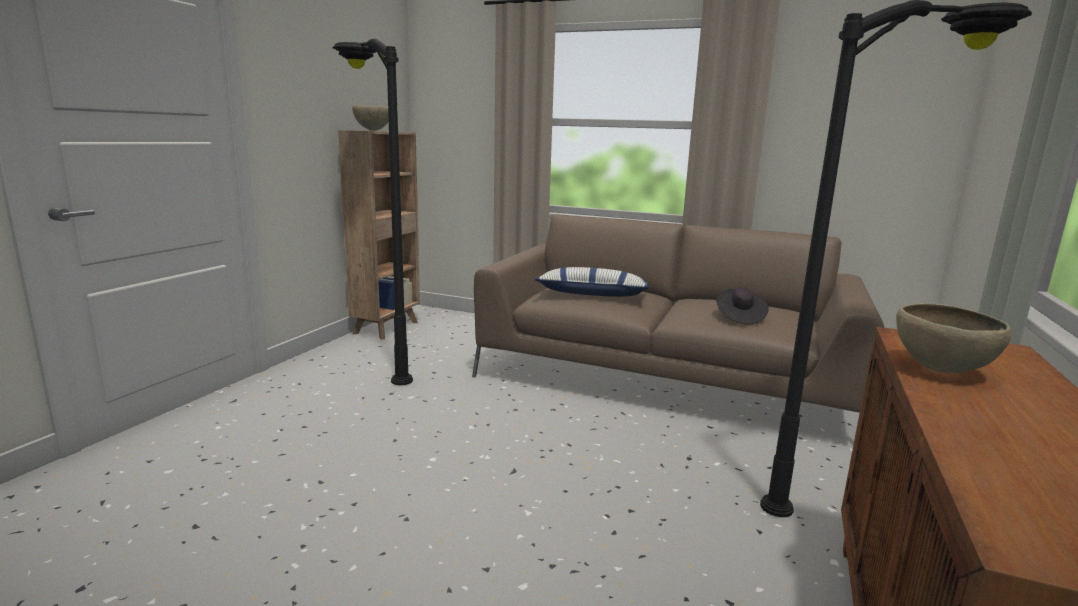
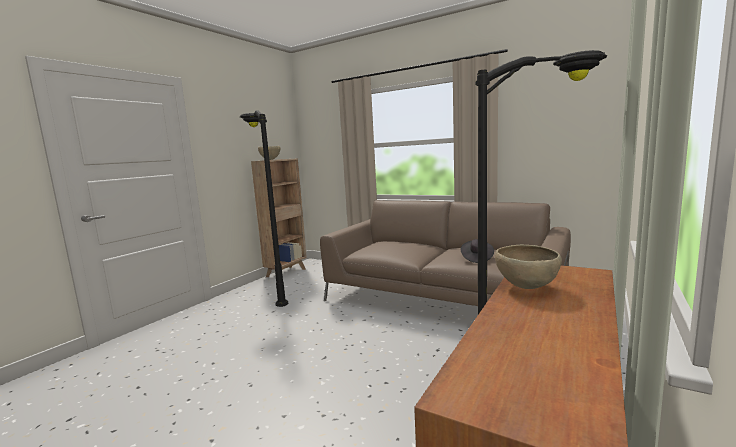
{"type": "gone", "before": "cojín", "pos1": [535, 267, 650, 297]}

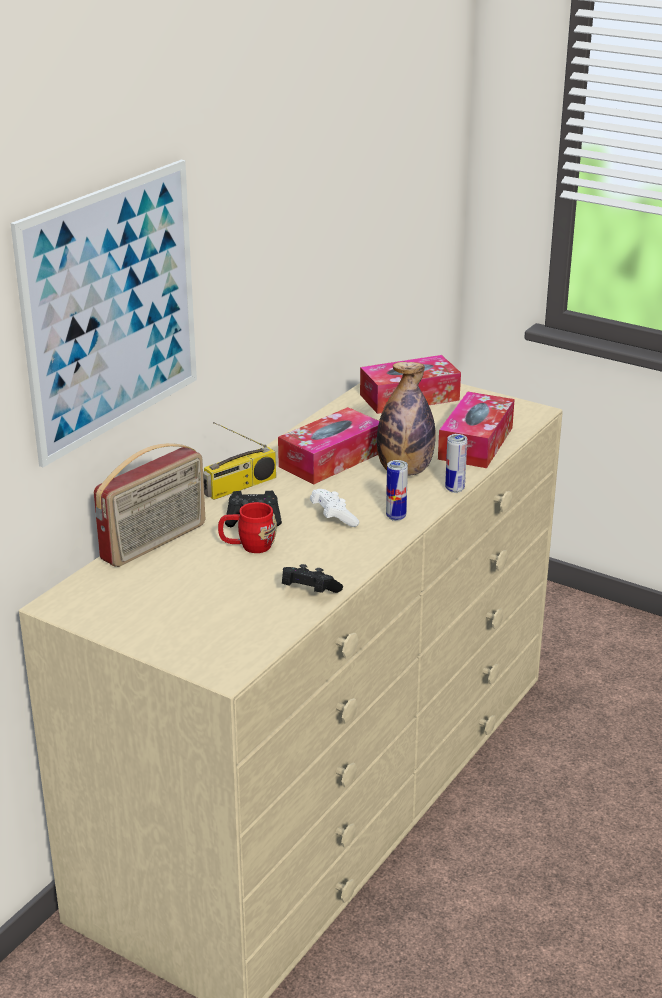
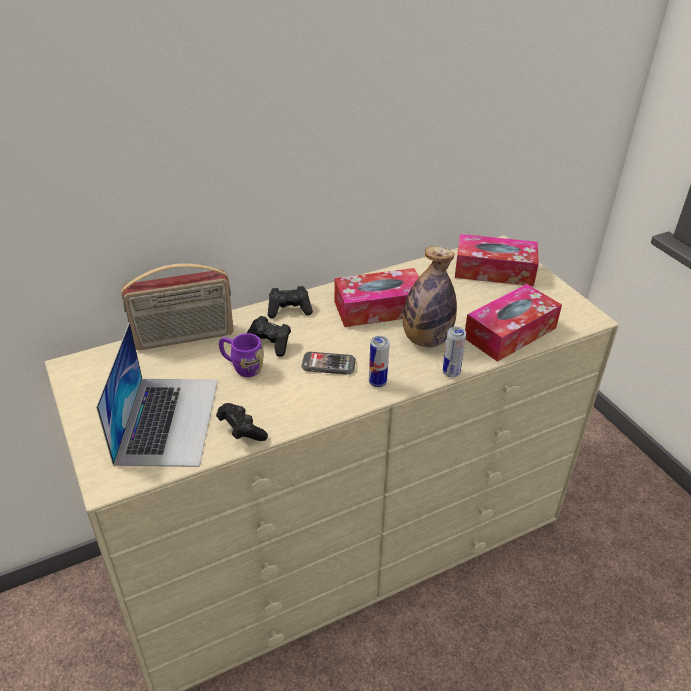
{"type": "gone", "before": "cuadro", "pos1": [11, 160, 197, 467]}
{"type": "new", "after": "portátil", "pos2": [96, 323, 218, 467]}
{"type": "swapped", "before": "radio", "after": "mando de consola/negro", "pos1": [203, 422, 276, 500], "pos2": [268, 286, 313, 318]}
{"type": "swapped", "before": "mando de consola/blanco", "after": "móvil", "pos1": [310, 489, 359, 527], "pos2": [301, 352, 356, 375]}
{"type": "repainted", "before": "taza grande/rojo", "after": "taza grande/morado", "pos1": [218, 502, 277, 553], "pos2": [219, 333, 264, 377]}

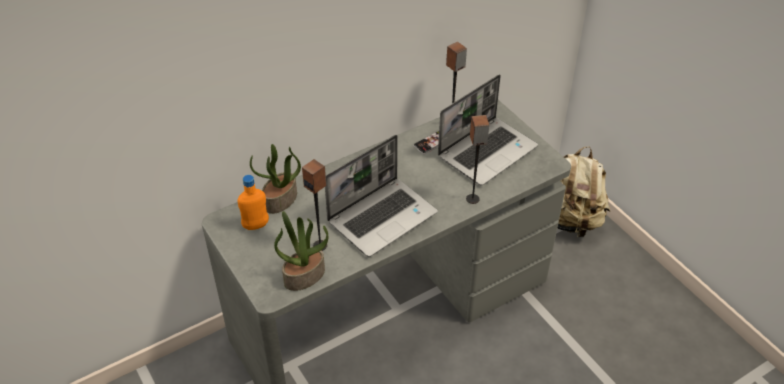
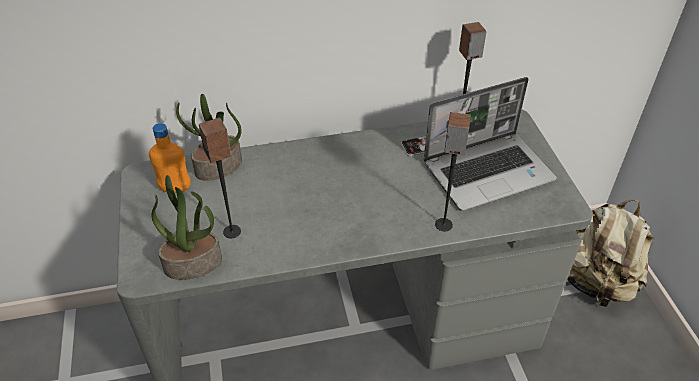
{"type": "gone", "before": "portátil", "pos1": [325, 135, 438, 257]}

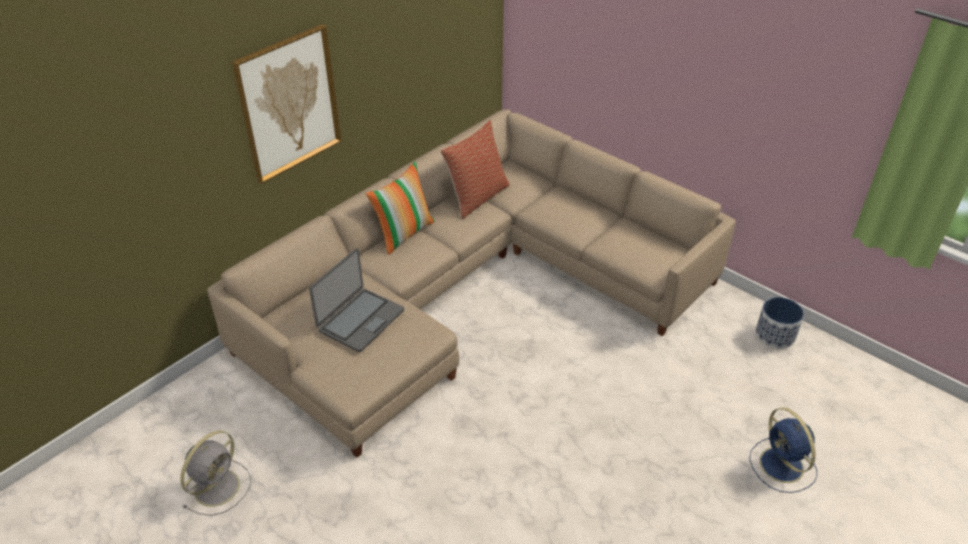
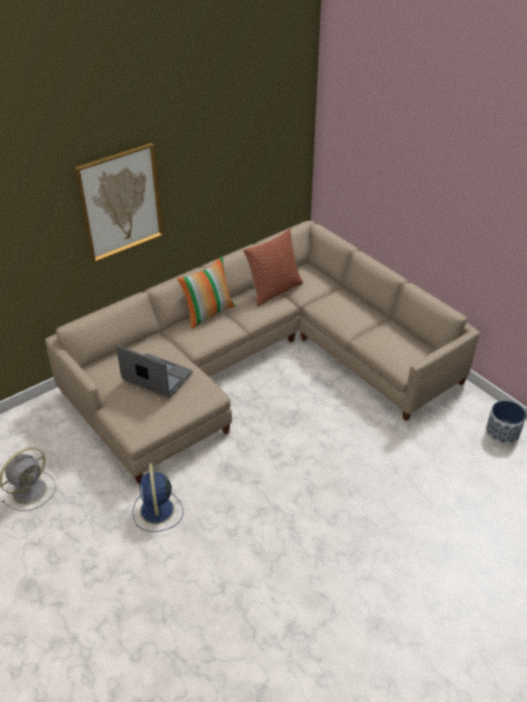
{"type": "shifted", "before": "ventilador/azul", "pos1": [750, 407, 817, 493], "pos2": [133, 463, 183, 532]}
{"type": "rotated", "before": "portátil", "pos1": [309, 248, 404, 352], "pos2": [116, 345, 192, 398], "turn": -105}

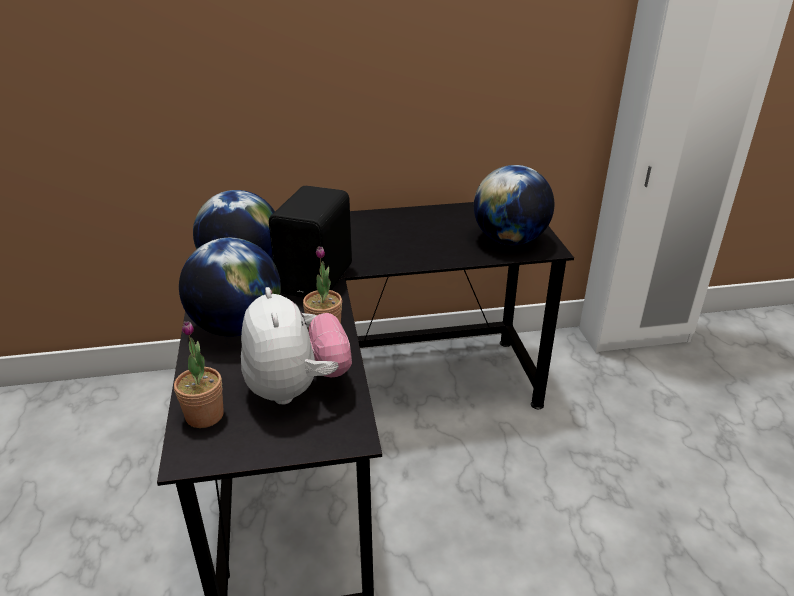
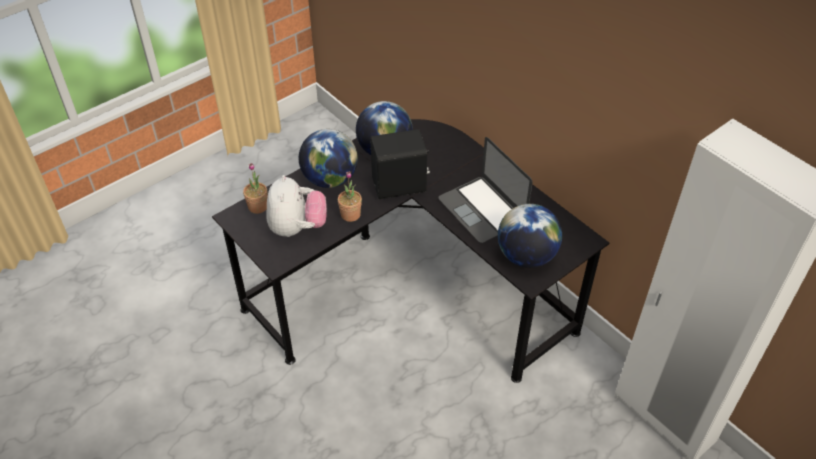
{"type": "new", "after": "portátil", "pos2": [438, 137, 533, 243]}
{"type": "rotated", "before": "peluche", "pos1": [241, 287, 352, 405], "pos2": [266, 175, 327, 237], "turn": -45}

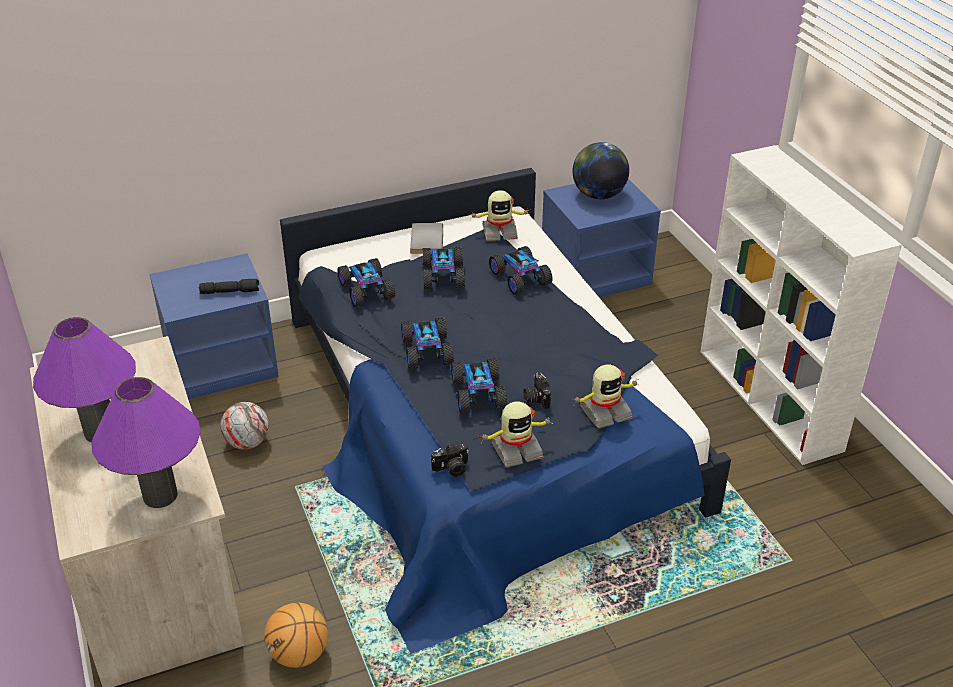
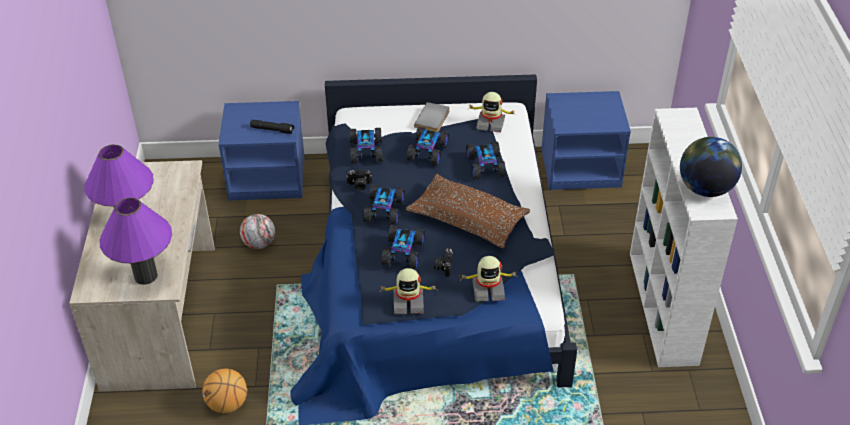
{"type": "new", "after": "cojín/marrón", "pos2": [406, 174, 530, 249]}
{"type": "shifted", "before": "cámara", "pos1": [431, 443, 469, 477], "pos2": [346, 169, 372, 191]}
{"type": "shifted", "before": "globo terráqueo", "pos1": [573, 142, 629, 199], "pos2": [680, 137, 742, 197]}

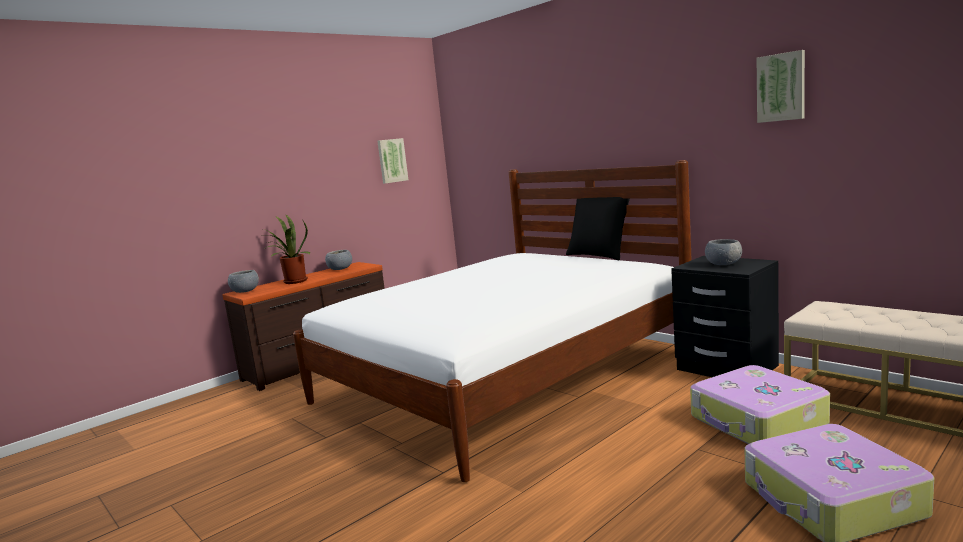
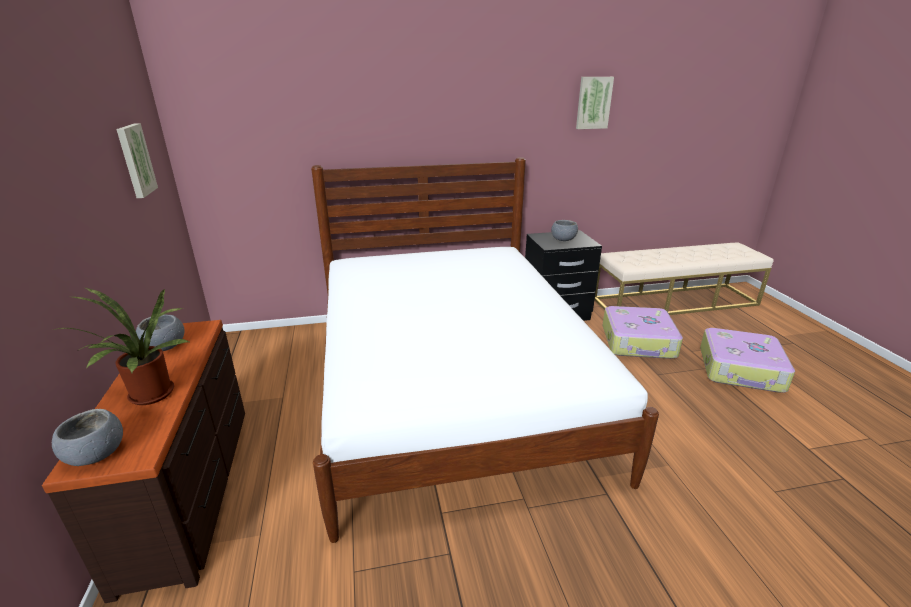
{"type": "gone", "before": "cojín/negro", "pos1": [566, 197, 630, 260]}

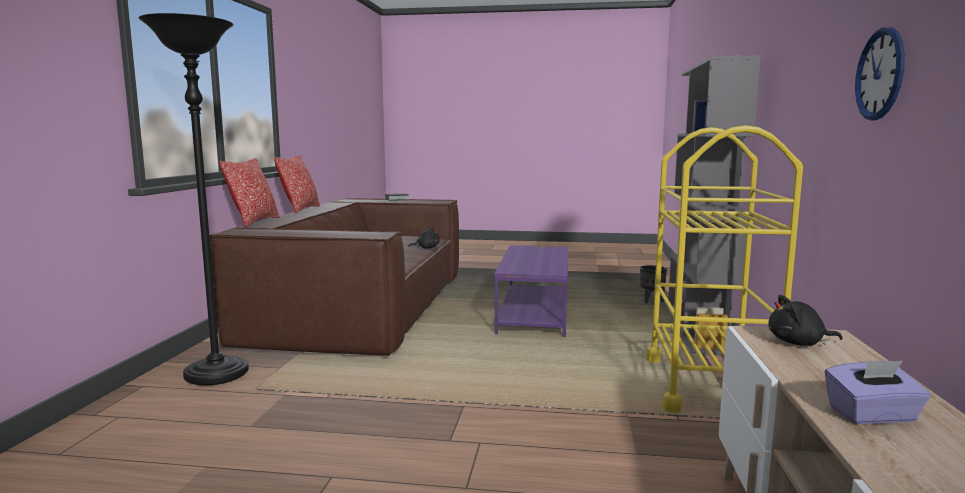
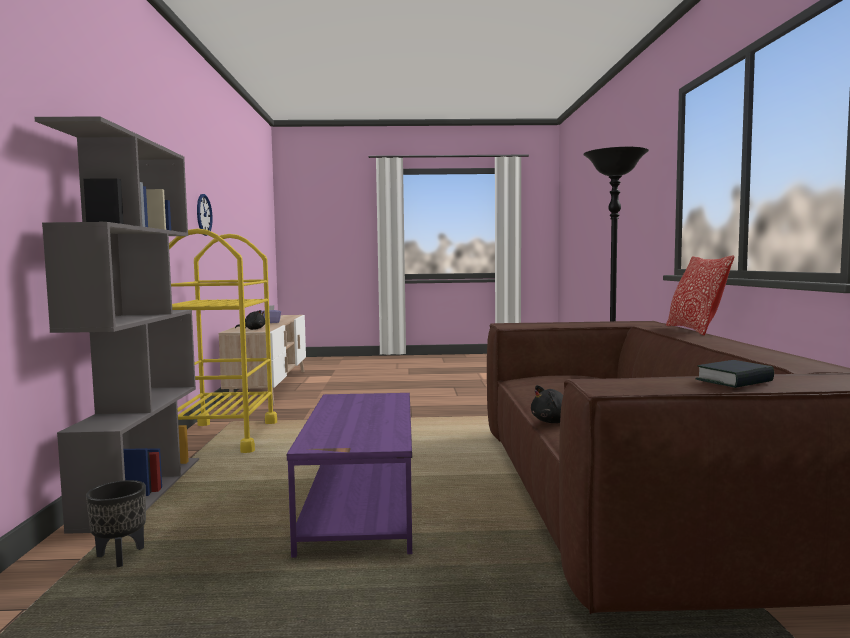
{"type": "gone", "before": "cojín", "pos1": [274, 155, 320, 213]}

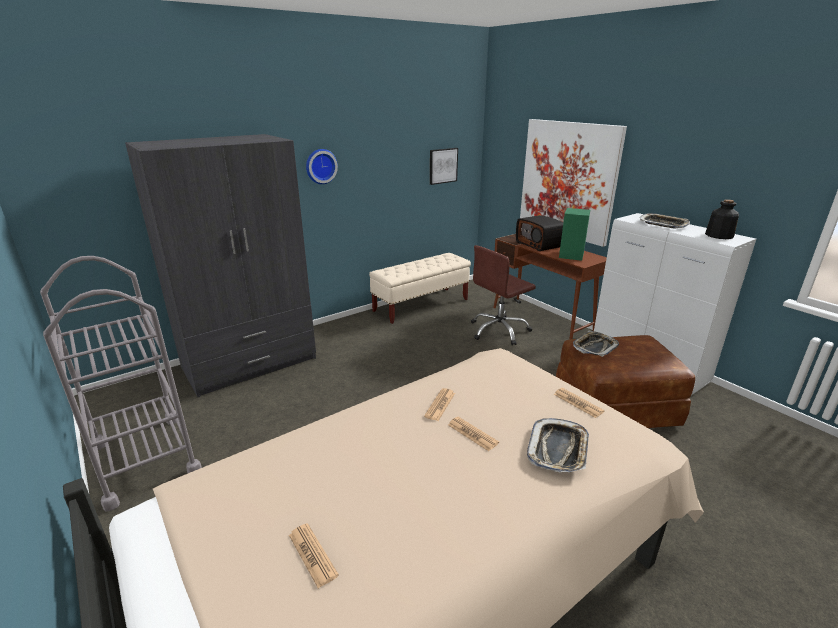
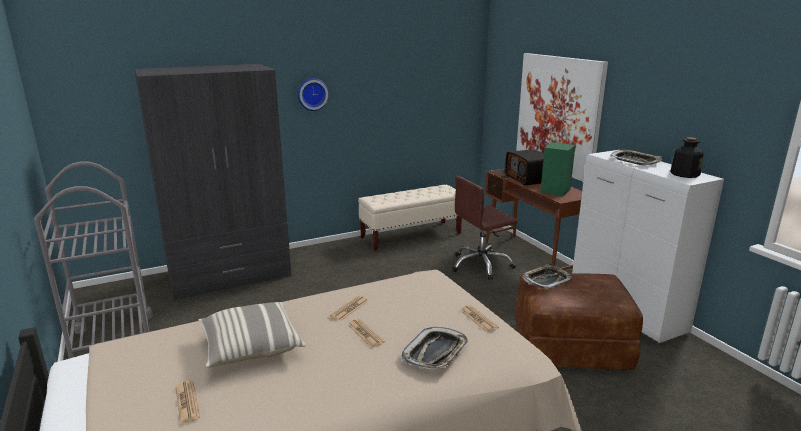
{"type": "gone", "before": "cuadro", "pos1": [430, 148, 458, 185]}
{"type": "new", "after": "cojín", "pos2": [199, 302, 305, 368]}

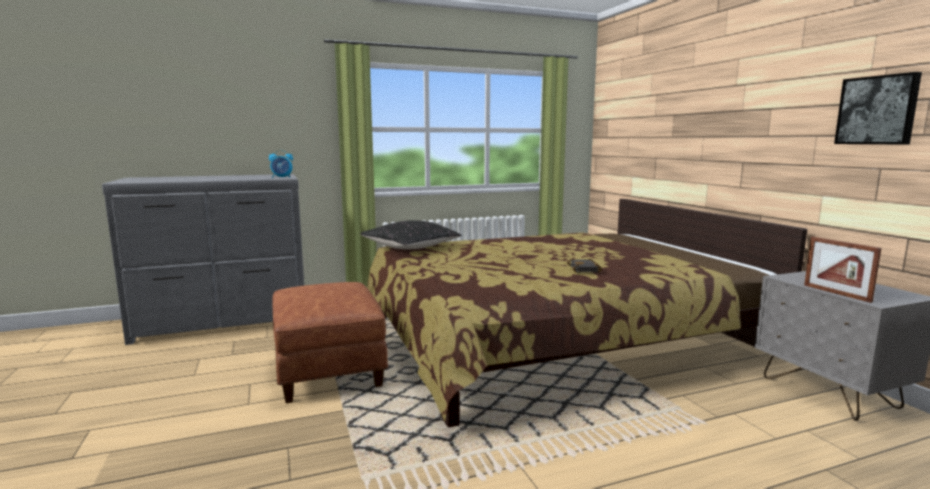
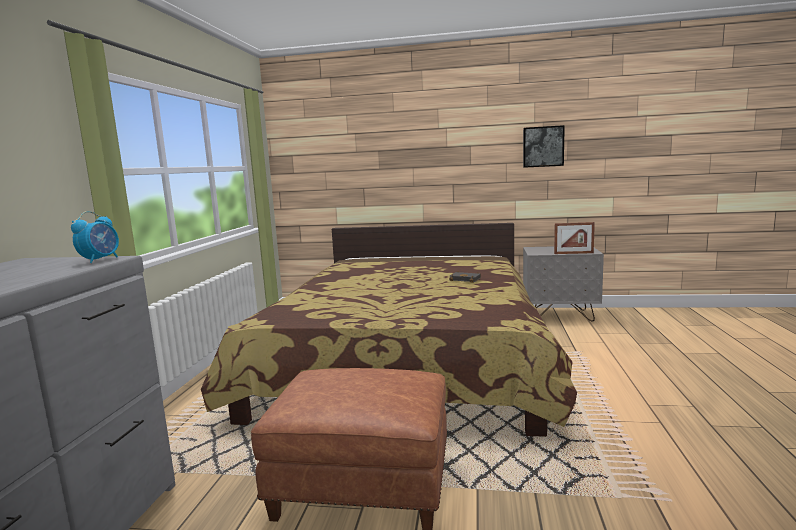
{"type": "gone", "before": "cojín/negro", "pos1": [360, 220, 462, 249]}

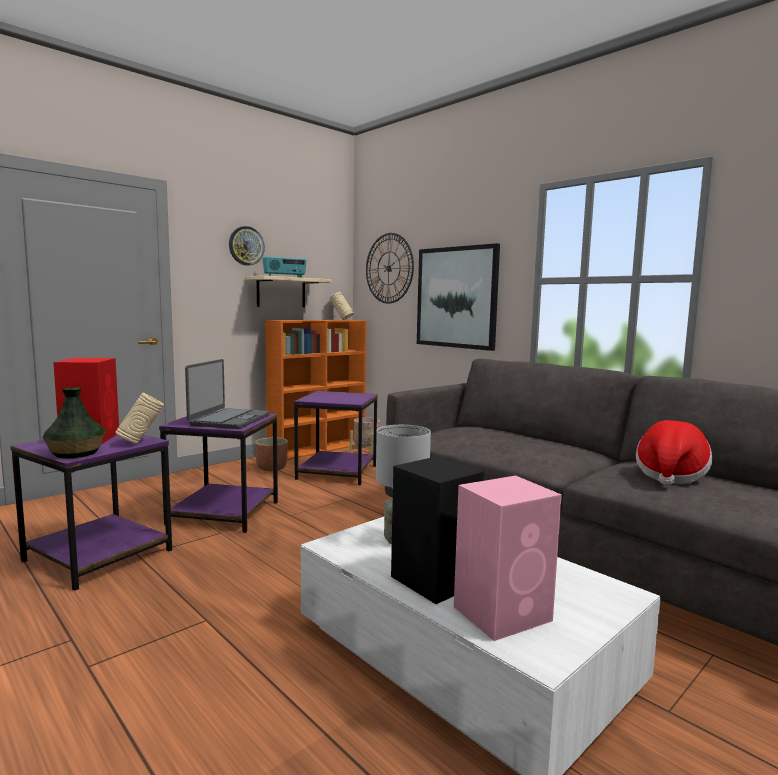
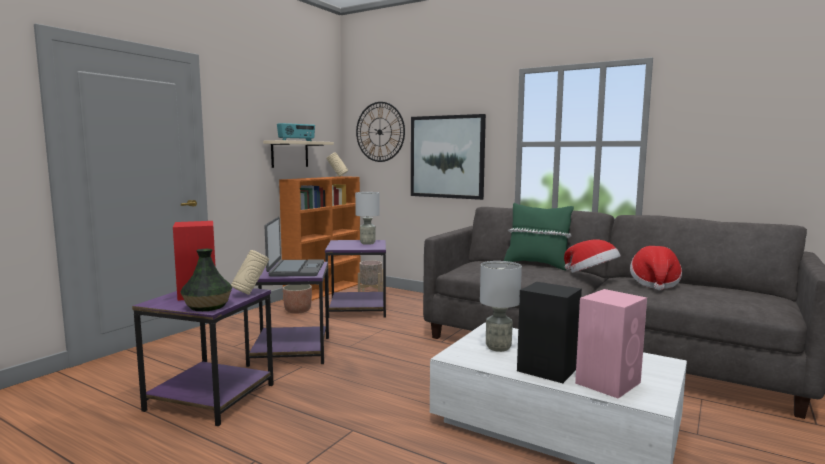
{"type": "gone", "before": "reloj de pared", "pos1": [229, 226, 265, 266]}
{"type": "new", "after": "lámpara de mesa/gris", "pos2": [355, 192, 380, 245]}
{"type": "new", "after": "cojín/verde", "pos2": [504, 203, 574, 270]}
{"type": "new", "after": "sombrero", "pos2": [564, 240, 621, 273]}

